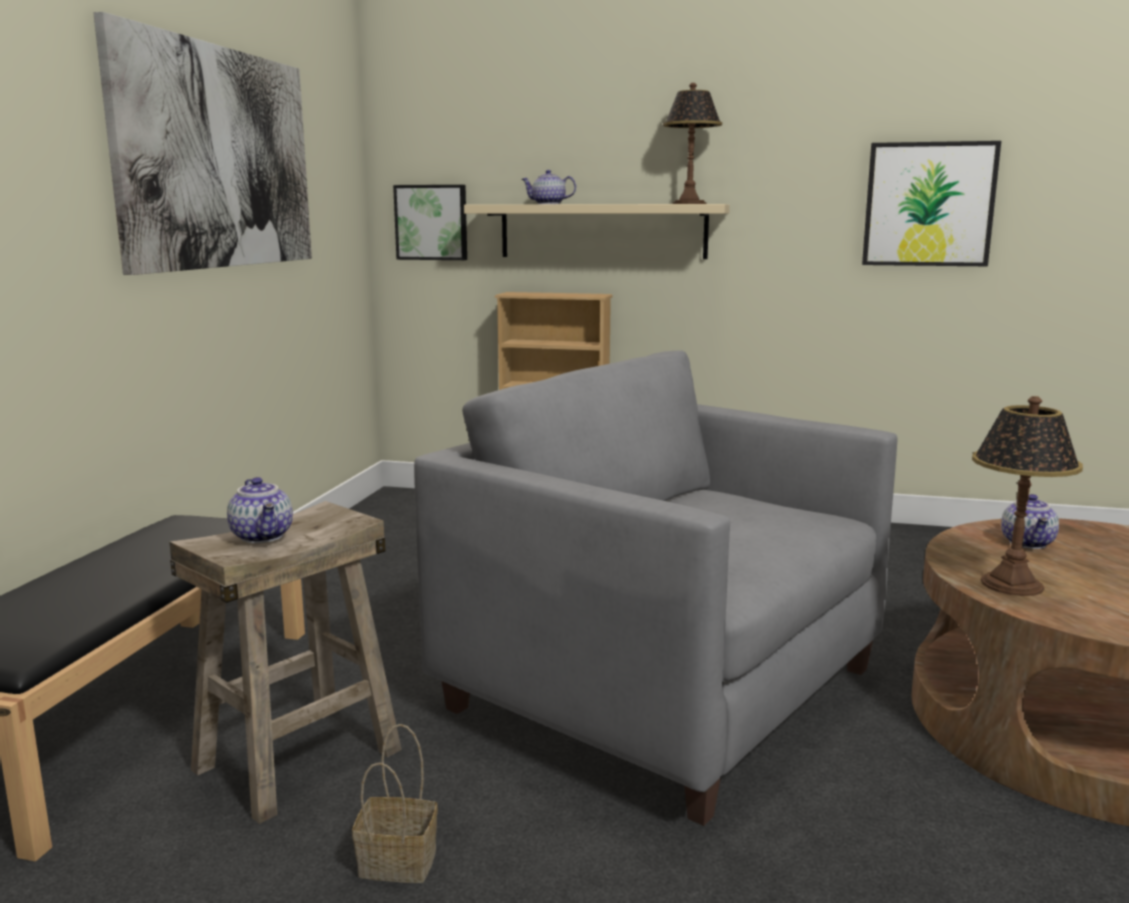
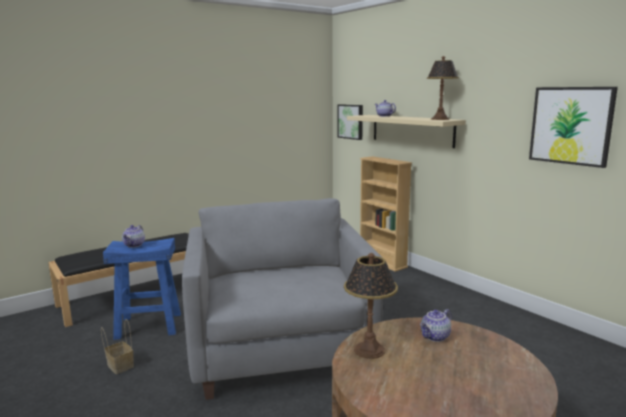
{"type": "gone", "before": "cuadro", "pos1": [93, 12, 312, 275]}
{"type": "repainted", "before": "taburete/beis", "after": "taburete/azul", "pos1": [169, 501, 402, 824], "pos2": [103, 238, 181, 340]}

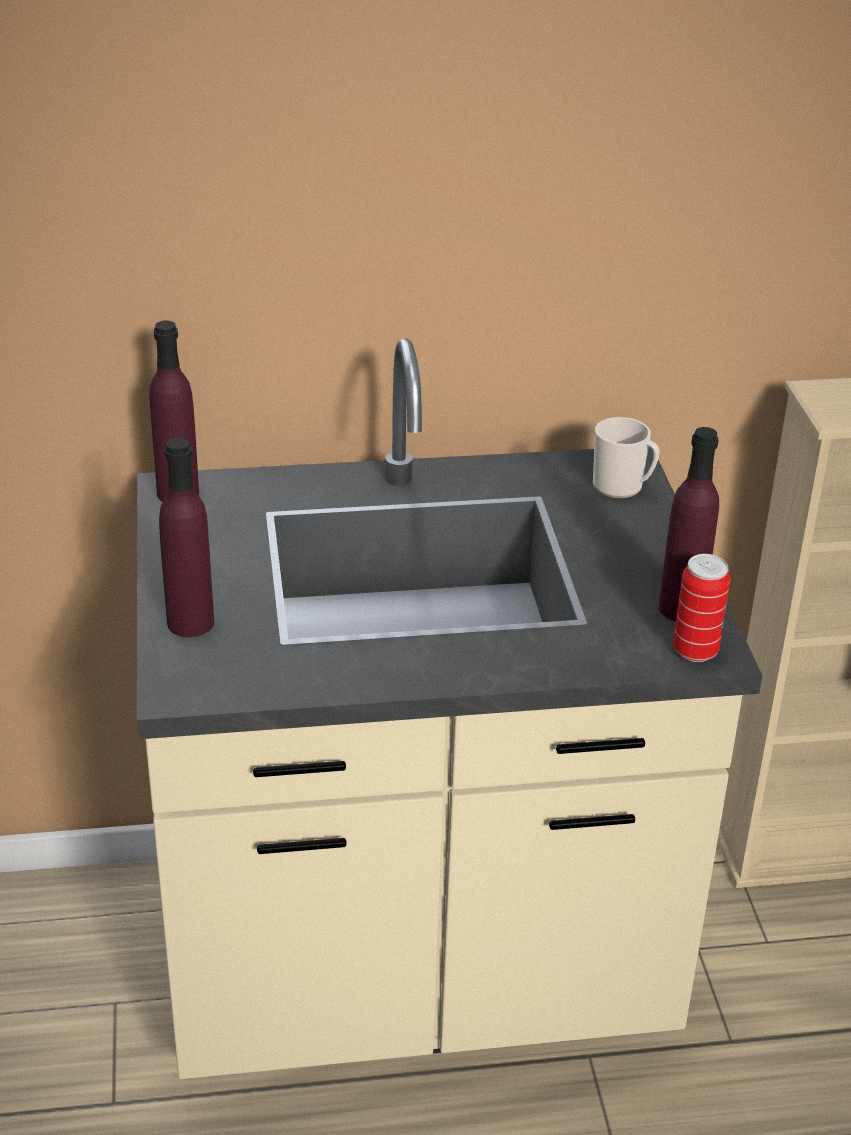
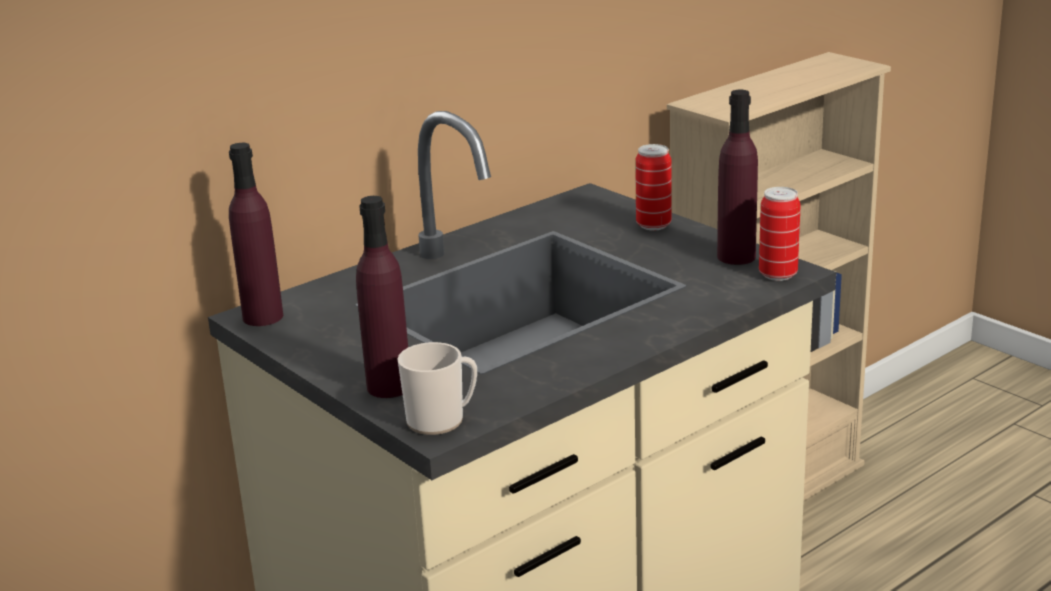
{"type": "new", "after": "lata", "pos2": [635, 144, 671, 230]}
{"type": "shifted", "before": "taza grande", "pos1": [593, 417, 660, 498], "pos2": [398, 342, 477, 435]}

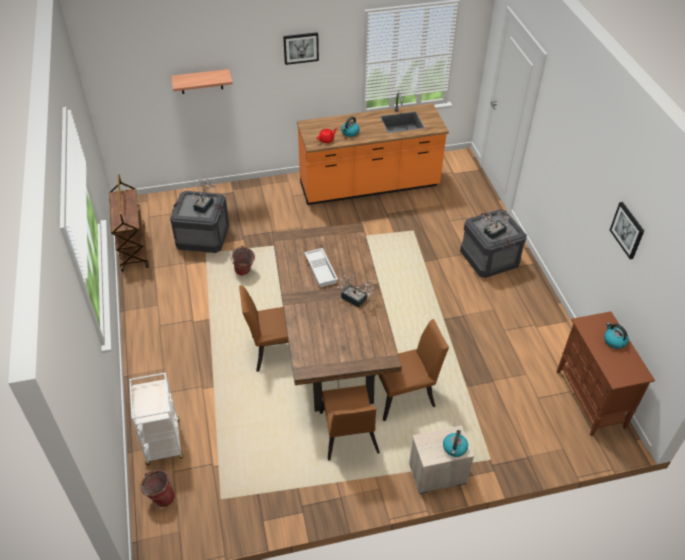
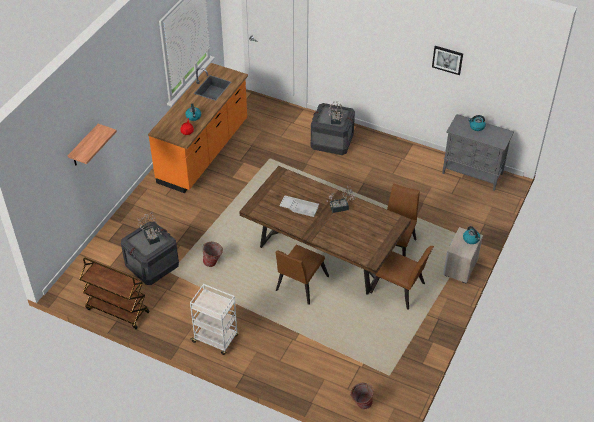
{"type": "gone", "before": "cuadro", "pos1": [283, 32, 319, 65]}
{"type": "shifted", "before": "carrito/blanco", "pos1": [129, 373, 184, 465], "pos2": [190, 284, 239, 355]}
{"type": "repainted", "before": "armario/marrón", "after": "armario/gris", "pos1": [557, 311, 655, 436], "pos2": [442, 114, 514, 191]}

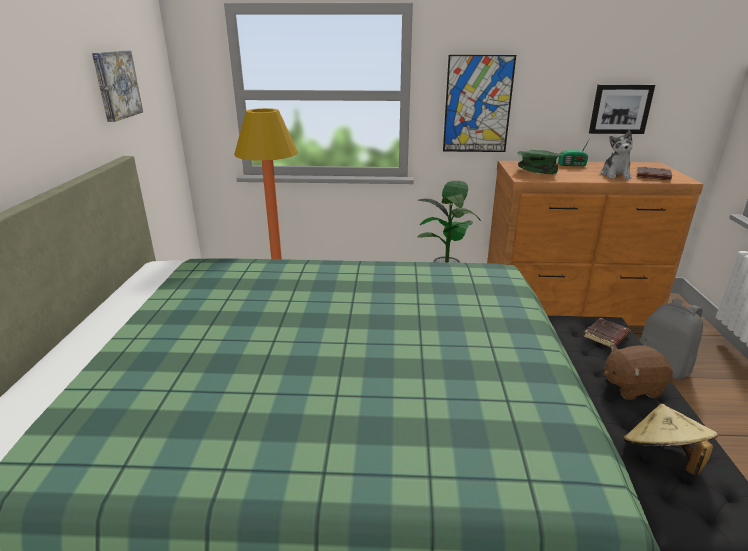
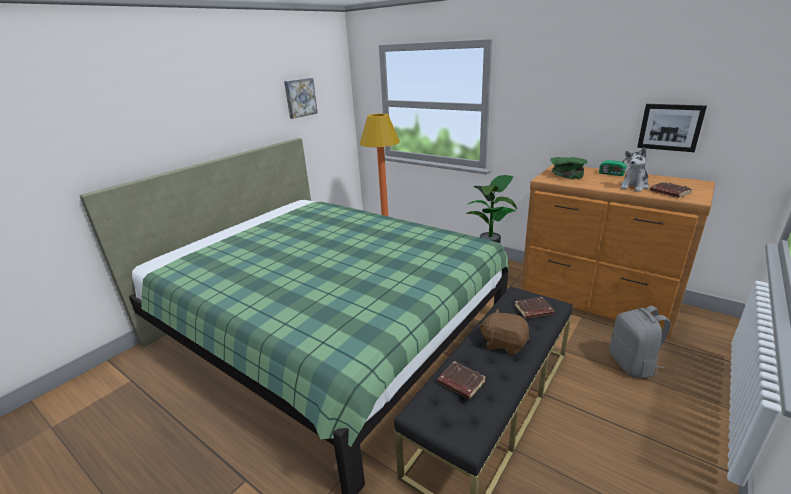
{"type": "gone", "before": "cuadro", "pos1": [443, 55, 516, 152]}
{"type": "swapped", "before": "sombrero/beis", "after": "libro/marrón", "pos1": [623, 404, 718, 475], "pos2": [437, 361, 486, 399]}

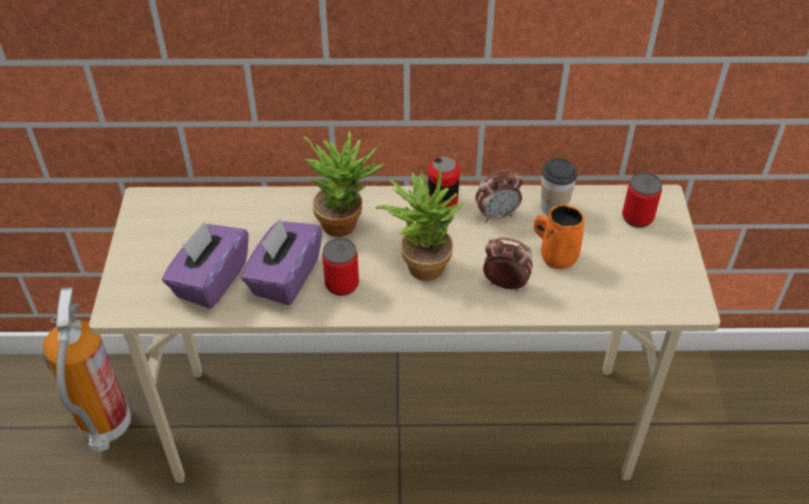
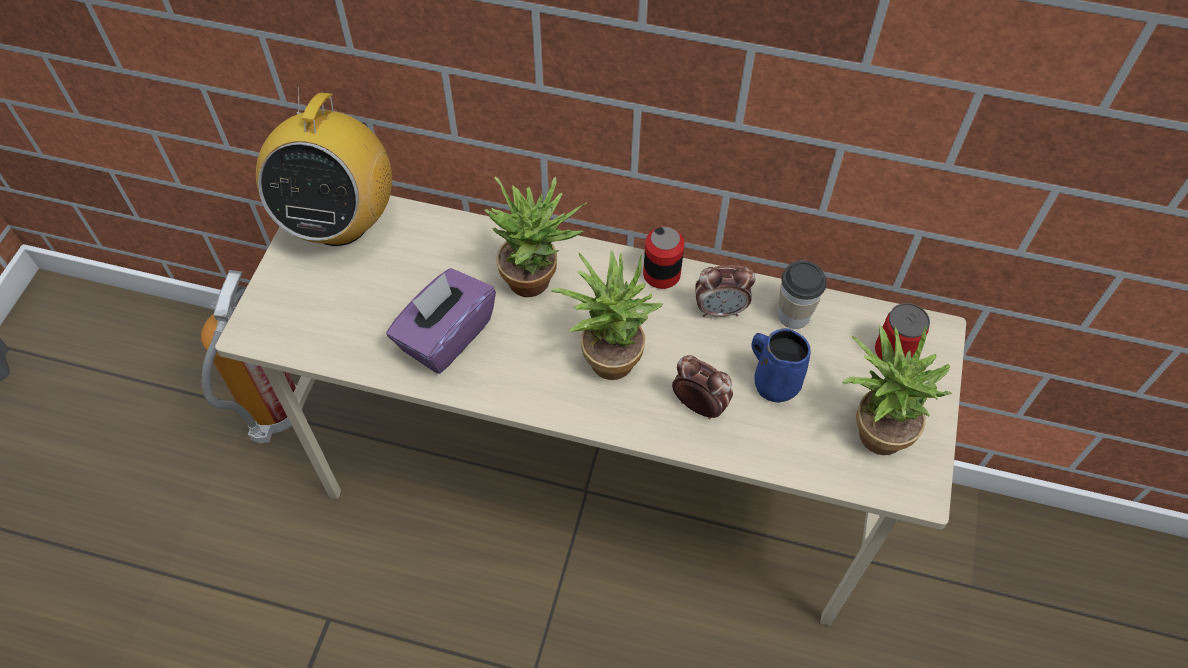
{"type": "gone", "before": "caja de pañuelos/morado", "pos1": [162, 222, 249, 309]}
{"type": "gone", "before": "lata", "pos1": [322, 238, 359, 296]}
{"type": "new", "after": "radio", "pos2": [256, 85, 392, 246]}
{"type": "new", "after": "planta en maceta", "pos2": [842, 325, 952, 455]}
{"type": "repainted", "before": "taza grande/naranja", "after": "taza grande/azul", "pos1": [534, 204, 584, 269], "pos2": [751, 328, 811, 403]}

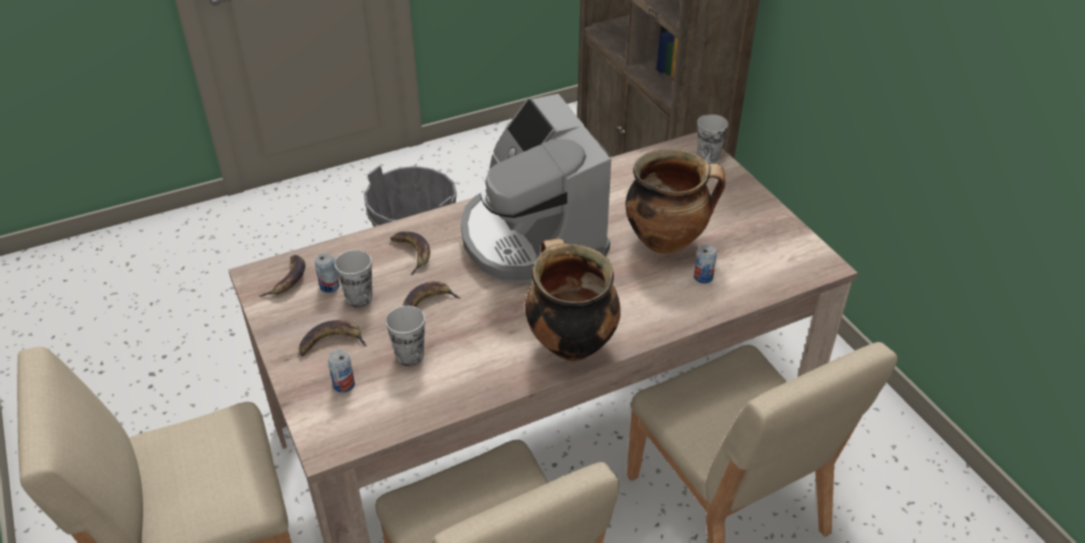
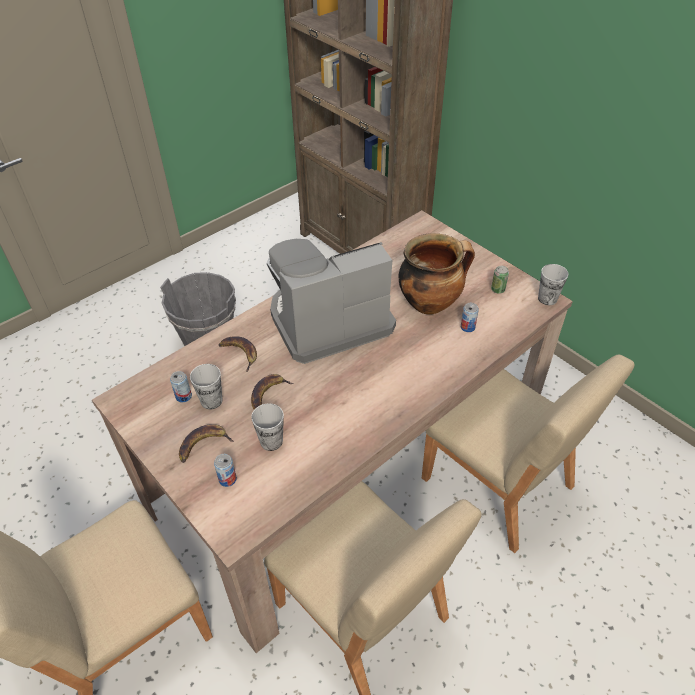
{"type": "gone", "before": "plátano", "pos1": [259, 255, 305, 297]}
{"type": "gone", "before": "olla", "pos1": [525, 238, 621, 361]}
{"type": "new", "after": "lata", "pos2": [491, 266, 509, 294]}
{"type": "shifted", "before": "taza", "pos1": [697, 114, 729, 164], "pos2": [538, 264, 569, 305]}
{"type": "rotated", "before": "cafetera", "pos1": [461, 94, 611, 283], "pos2": [267, 239, 396, 364], "turn": 105}

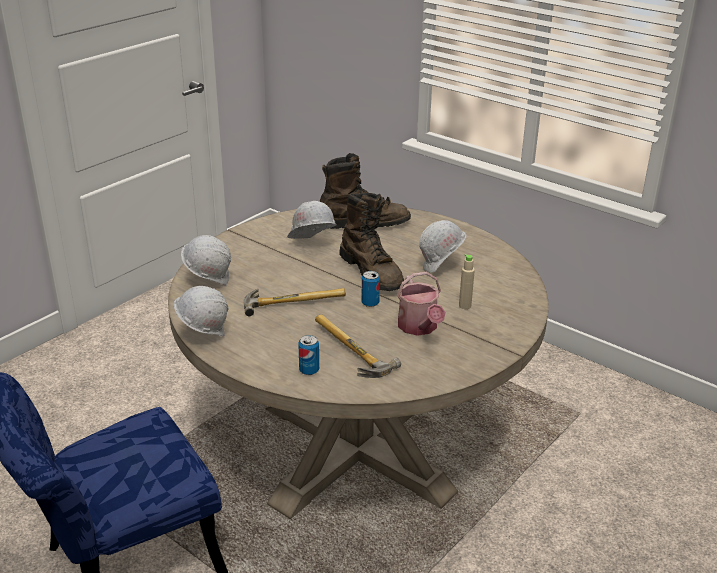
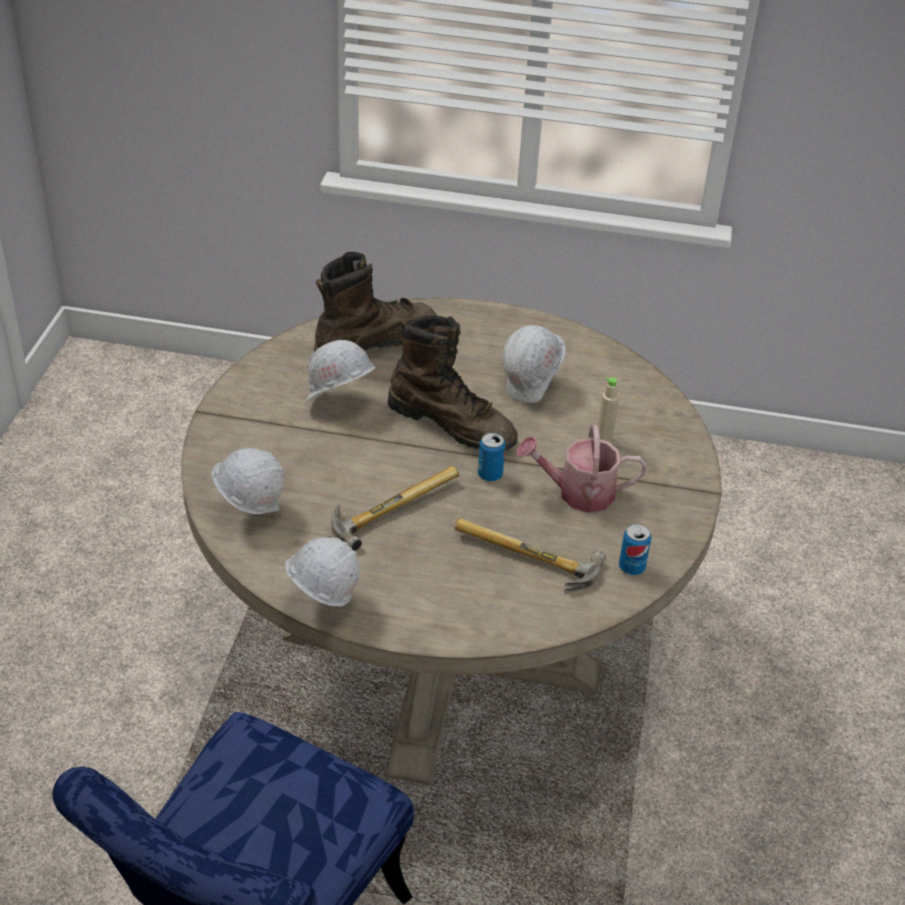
{"type": "shifted", "before": "lata", "pos1": [298, 335, 319, 375], "pos2": [619, 524, 651, 575]}
{"type": "rotated", "before": "regadera", "pos1": [397, 272, 446, 336], "pos2": [516, 425, 647, 513], "turn": 135}

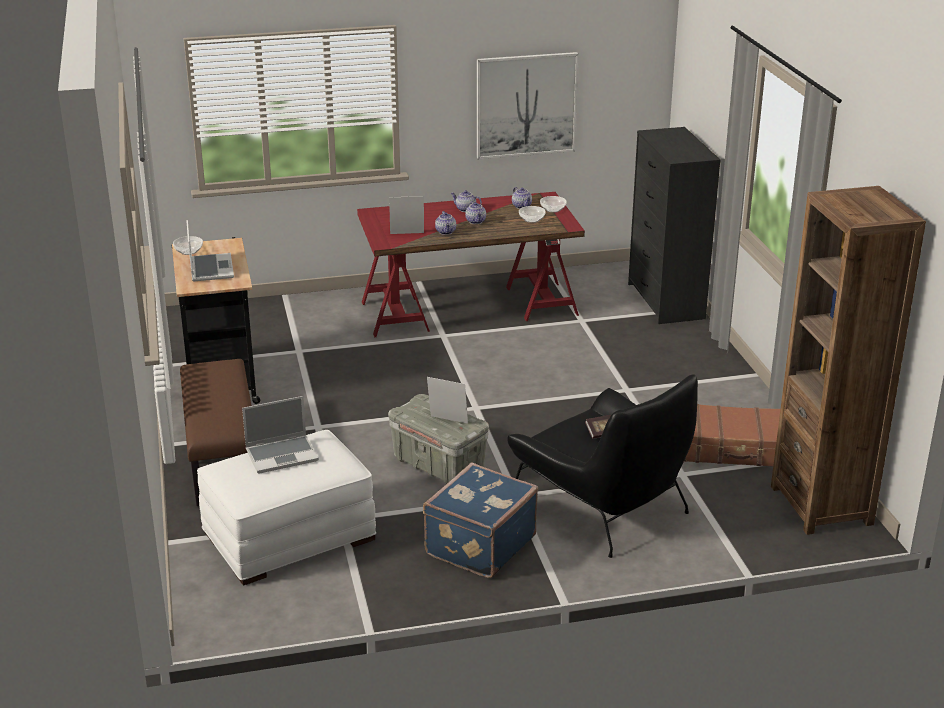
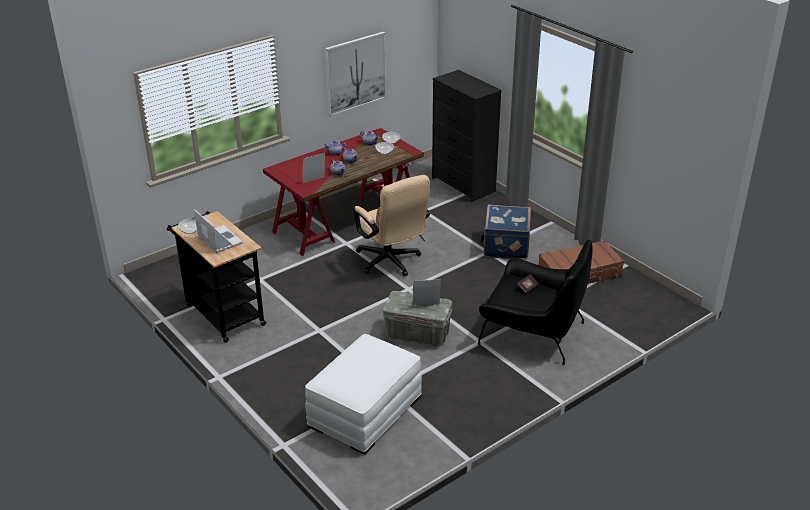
{"type": "gone", "before": "banco/marrón", "pos1": [180, 359, 252, 506]}
{"type": "gone", "before": "portátil", "pos1": [242, 396, 319, 474]}
{"type": "gone", "before": "estantería/marrón", "pos1": [771, 186, 926, 535]}
{"type": "new", "after": "silla de oficina/beis", "pos2": [354, 175, 430, 276]}
{"type": "shifted", "before": "maleta/azul", "pos1": [423, 463, 538, 578], "pos2": [480, 204, 531, 260]}

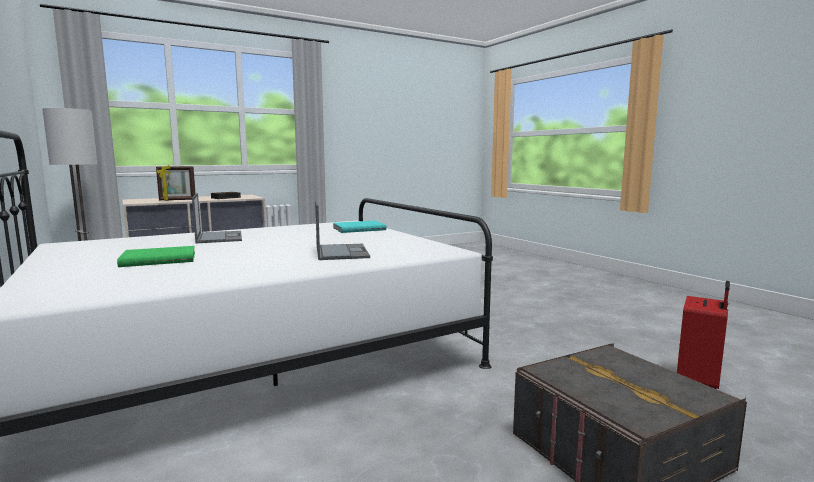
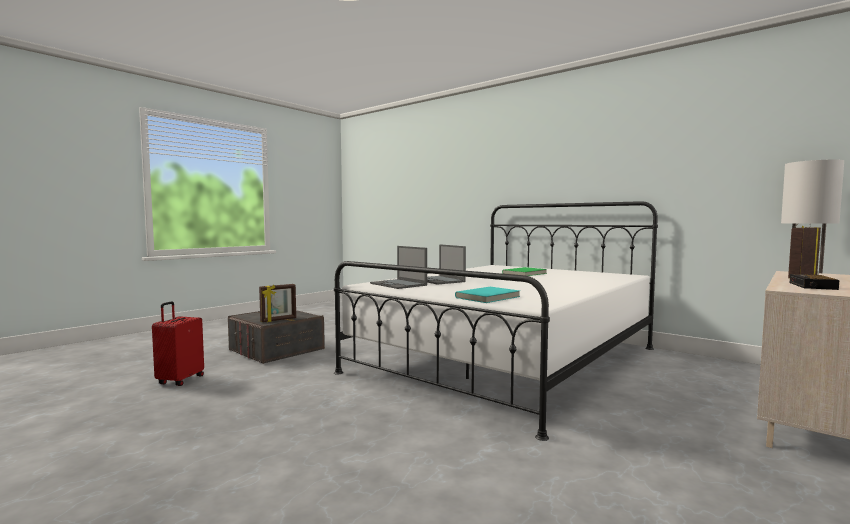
{"type": "new", "after": "portarretratos", "pos2": [259, 284, 296, 322]}
{"type": "shifted", "before": "portátil", "pos1": [192, 193, 242, 243], "pos2": [370, 246, 427, 289]}

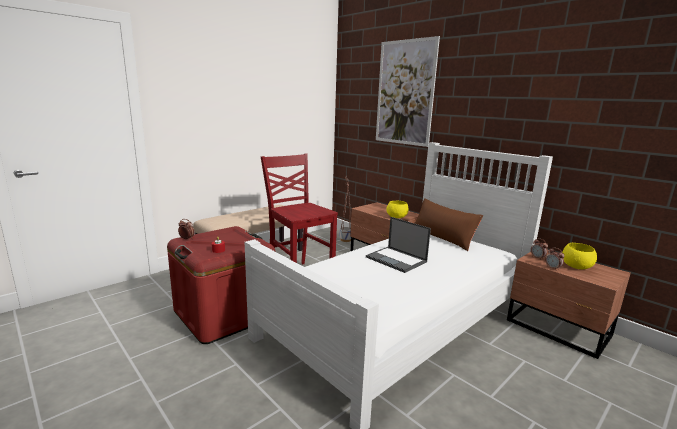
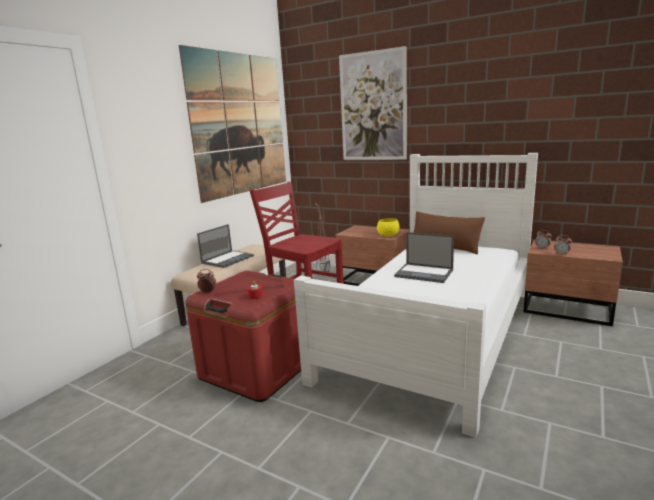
{"type": "gone", "before": "cuenco/amarillo", "pos1": [562, 243, 597, 269]}
{"type": "new", "after": "cuadro", "pos2": [179, 45, 286, 203]}
{"type": "new", "after": "portátil", "pos2": [197, 224, 254, 268]}

